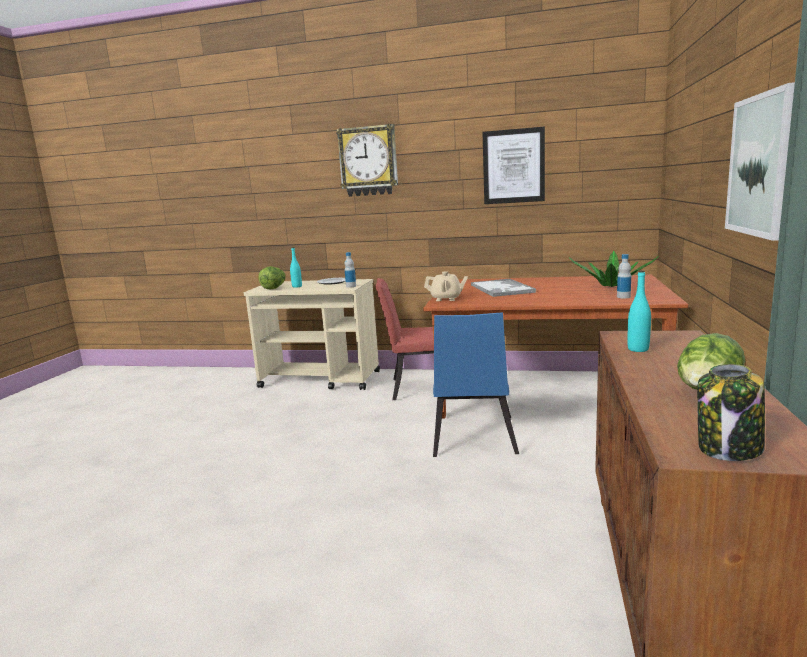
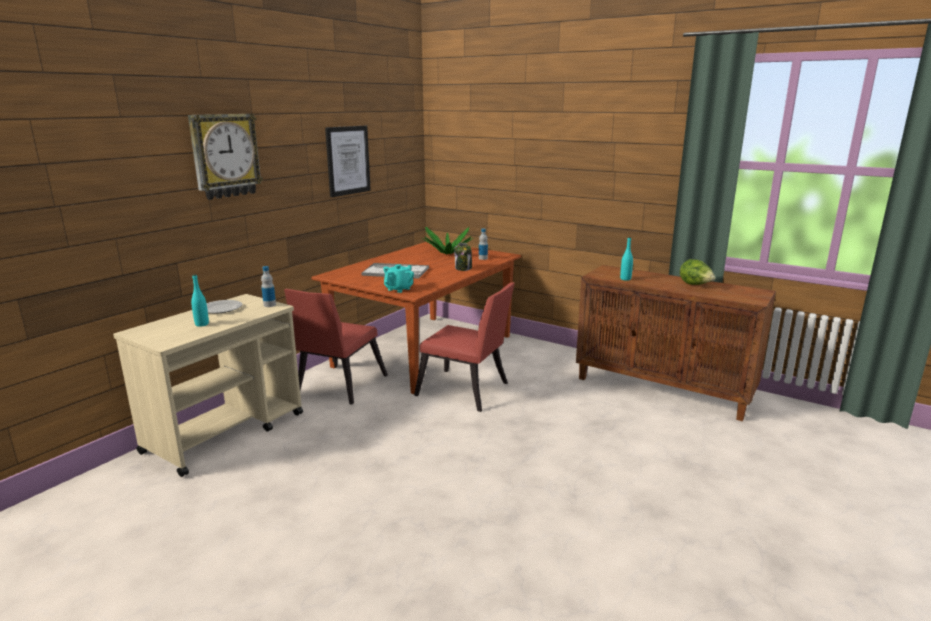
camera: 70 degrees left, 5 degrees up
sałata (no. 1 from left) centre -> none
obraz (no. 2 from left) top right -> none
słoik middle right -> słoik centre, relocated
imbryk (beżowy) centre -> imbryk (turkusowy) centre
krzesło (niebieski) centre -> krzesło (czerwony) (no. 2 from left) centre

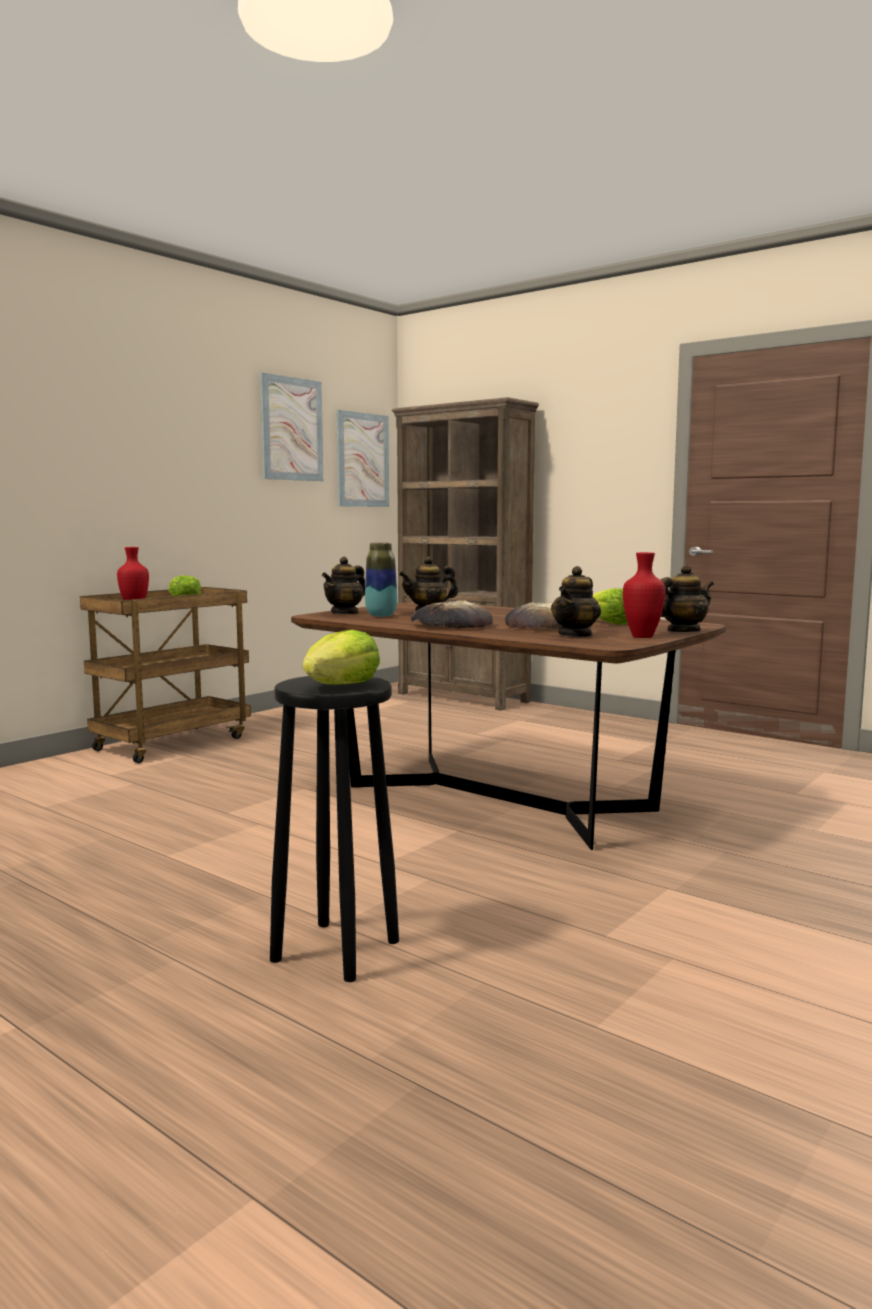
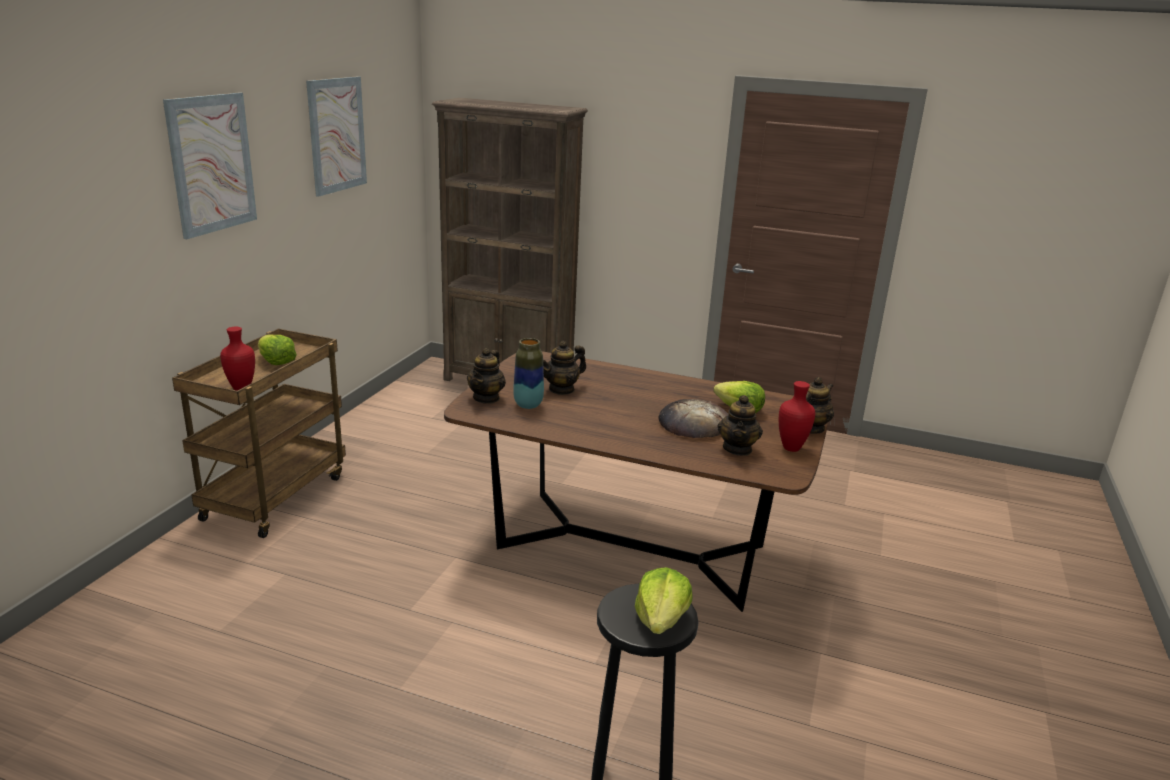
camera: 20 degrees left, 15 degrees up
chleb (no. 1 from left) centre -> none
obraz (no. 2 from left in the first image) centre -> obraz (no. 1 from left) top left, relocated

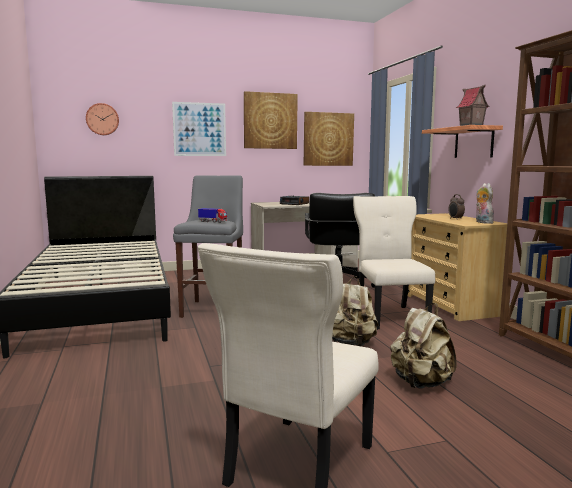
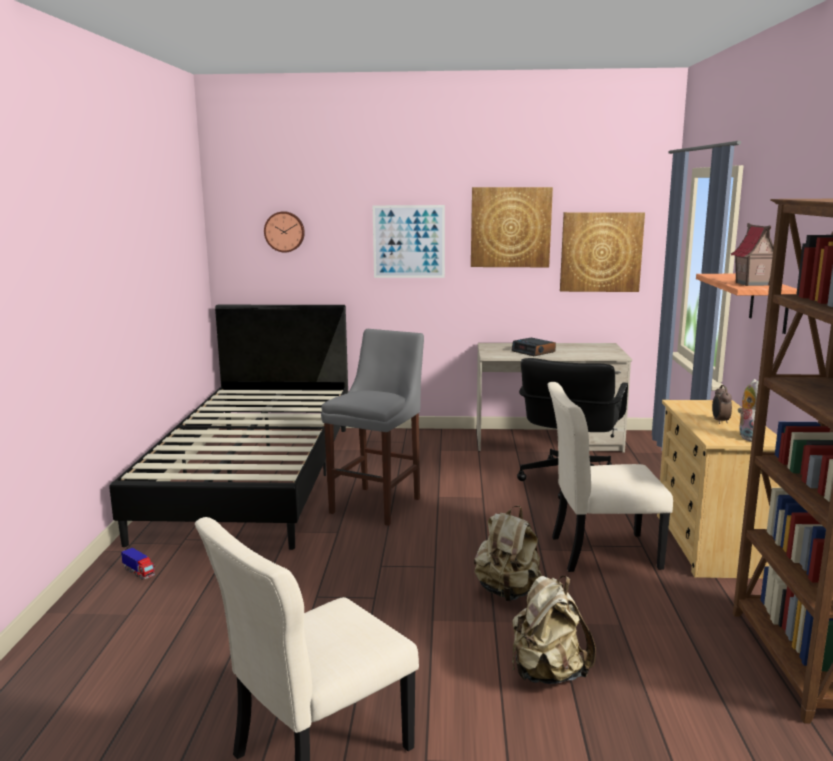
camera: 20 degrees right, 5 degrees up
ciężarówka zabawkowa centre -> ciężarówka zabawkowa bottom left, relocated
krzesło (beżowy) (no. 2 from left) middle right, 105 degrees counterclockwise

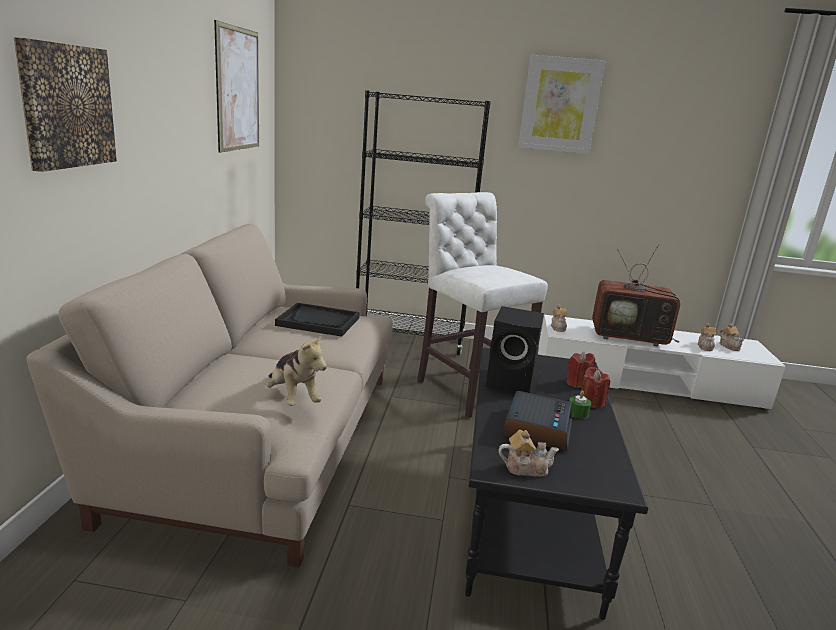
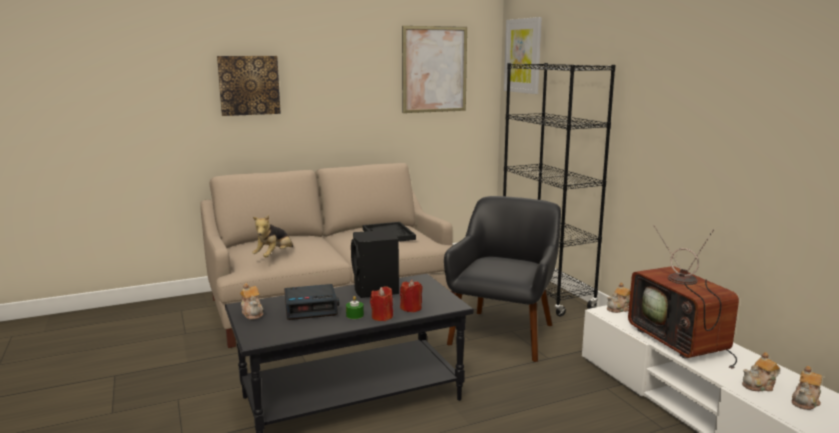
camera: 60 degrees right, 5 degrees down
obraz (no. 3 from left) top right -> obraz (no. 3 from left) top centre, relocated
stołek (biały) centre -> fotel (czarny) centre

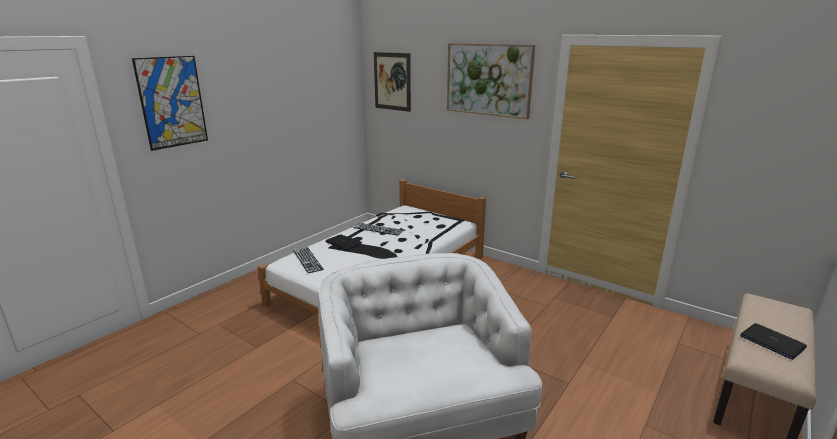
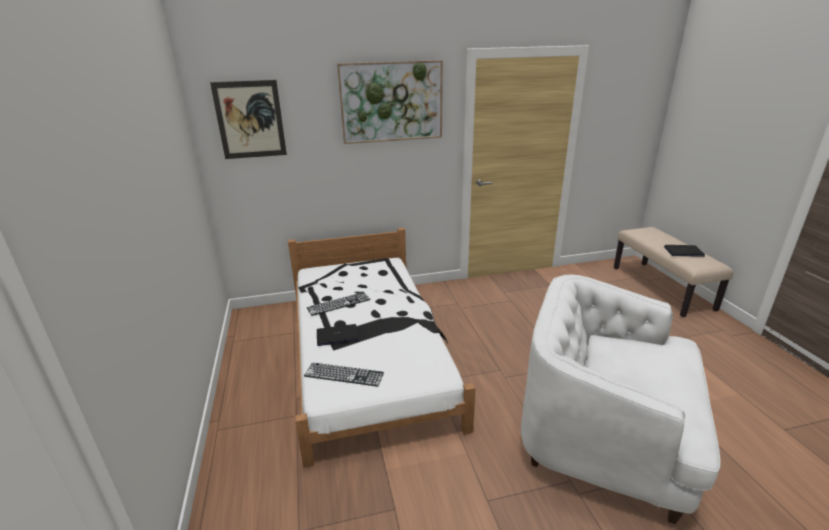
camera: 50 degrees left, 5 degrees up
obraz (no. 1 from left) top left -> none

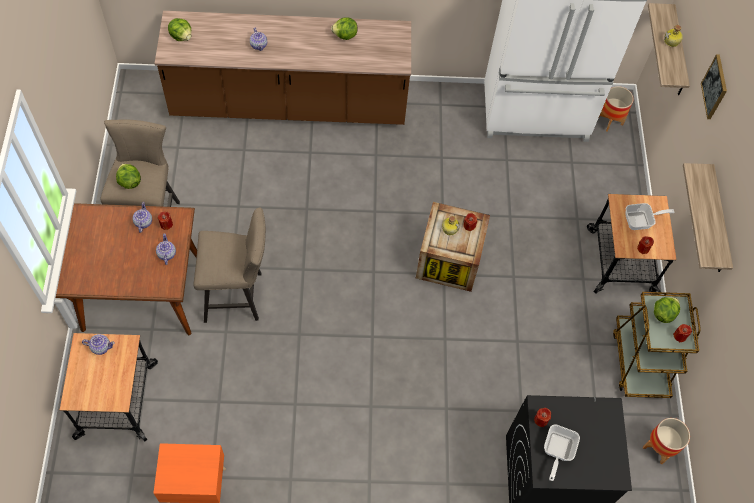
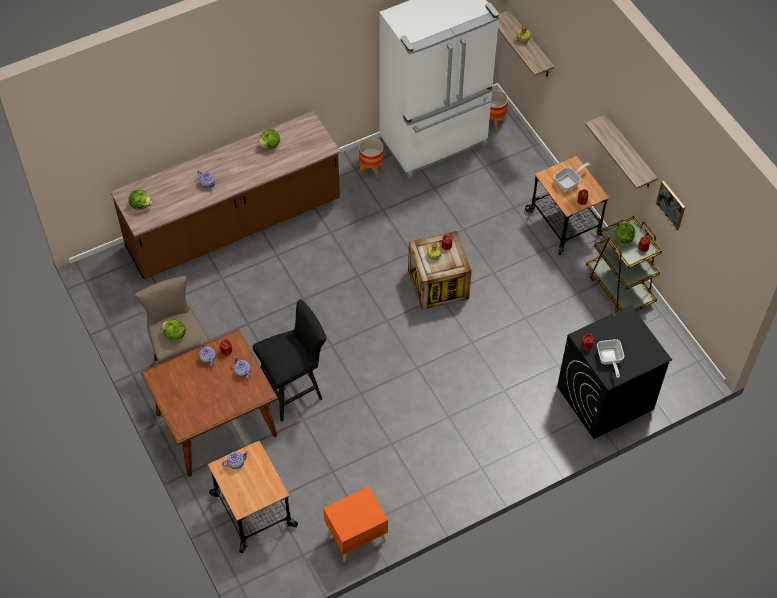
camera: 25 degrees left, 5 degrees down
donica (no. 2 from left in the first image) bottom right -> donica (no. 1 from left) top centre, relocated
obraz top right -> obraz middle right, relocated
stołek (beżowy) (no. 2 from left) middle left -> stołek (czarny) centre

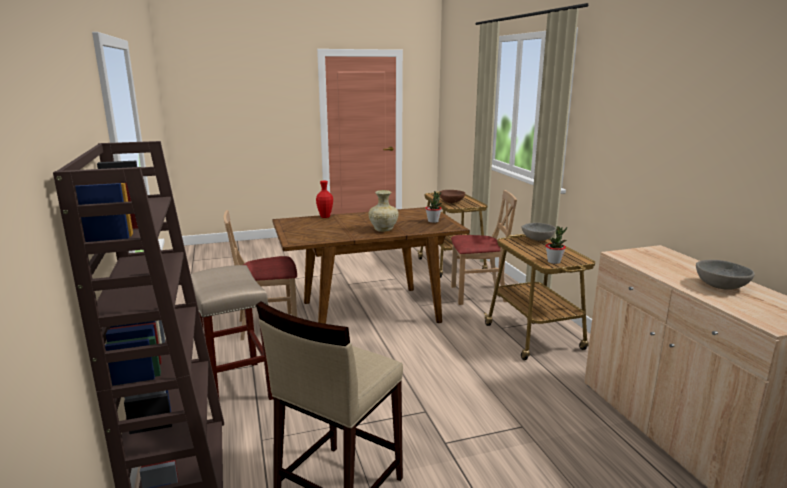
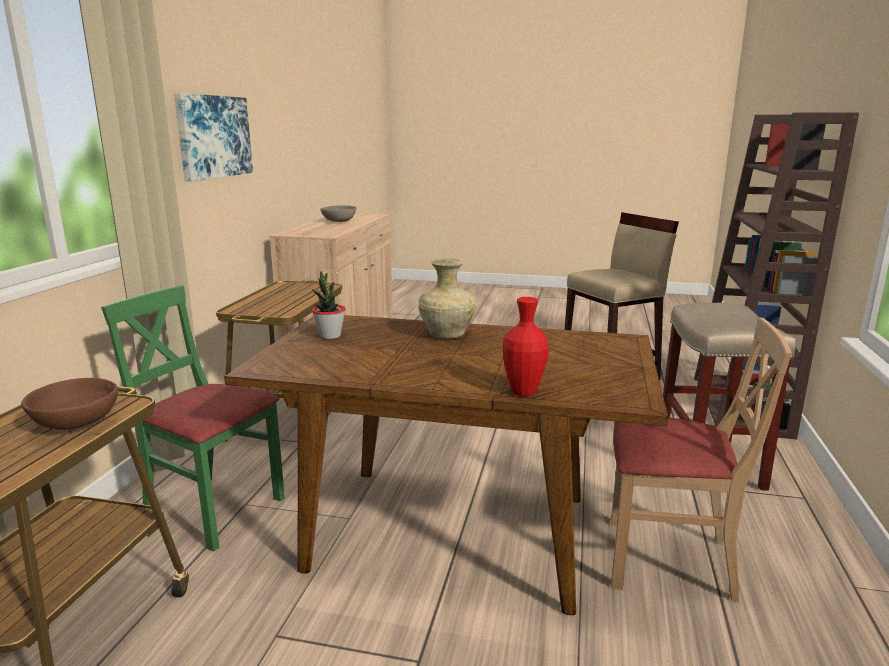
camera: 150 degrees left, 0 degrees up
miska (szary) (no. 1 from left) middle right -> none
roślina doniczkowa (no. 2 from left) middle right -> none
none -> obraz top left
krzesło (beżowy) (no. 2 from left) centre -> krzesło (zielony) middle left

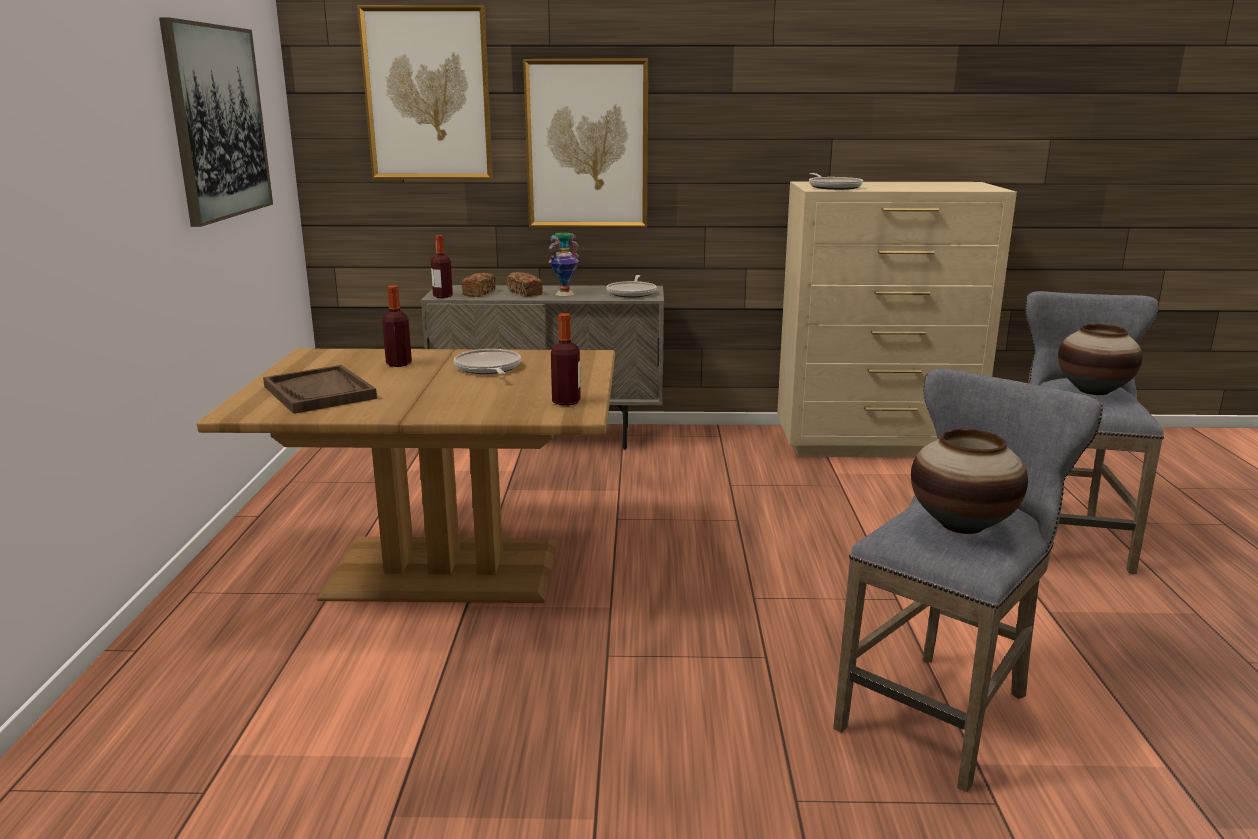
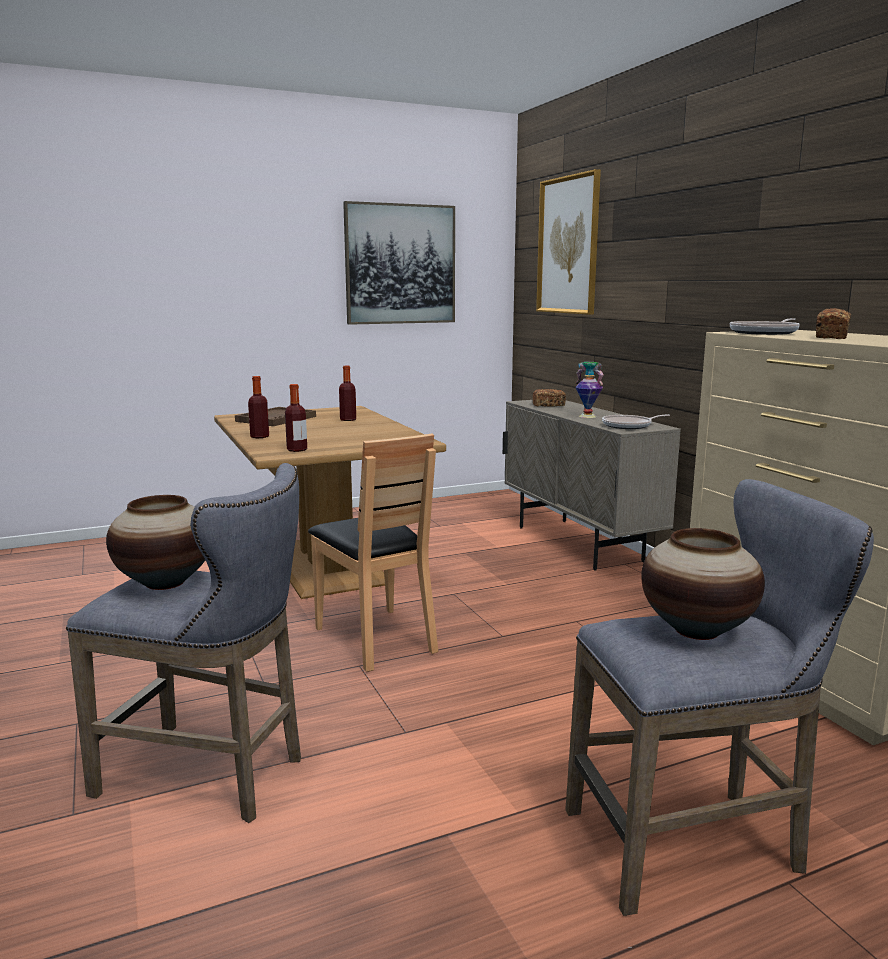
camera: 65 degrees right, 5 degrees down
patelnia (no. 1 from left) centre -> none
obraz (no. 3 from left) top centre -> none
none -> krzesło (brązowy) centre
butelka (no. 2 from left in the first image) top centre -> butelka (no. 1 from left) middle left, relocated
chleb (no. 2 from left) centre -> chleb (no. 2 from left) middle right, relocated

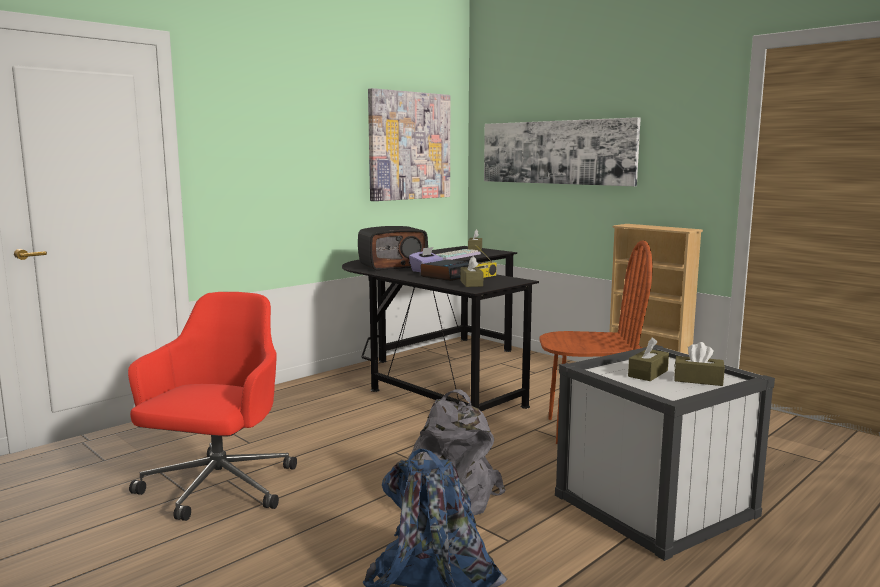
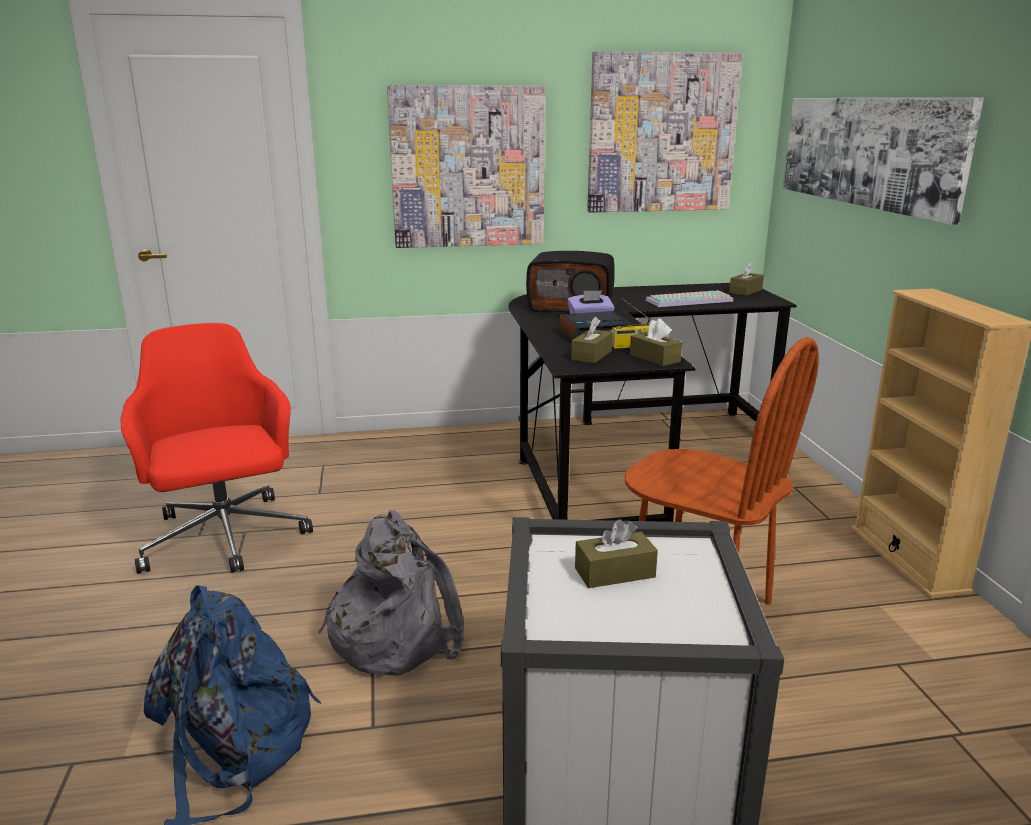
camera: 35 degrees right, 10 degrees up
none -> obraz (no. 1 from left) top centre
pudełko chusteczek (brązowy) (no. 4 from left in the first image) middle right -> pudełko chusteczek (brązowy) (no. 3 from left) centre, relocated
krzesło biurowe (czerwony) bottom left -> krzesło biurowe (czerwony) middle left, 75 degrees counterclockwise

